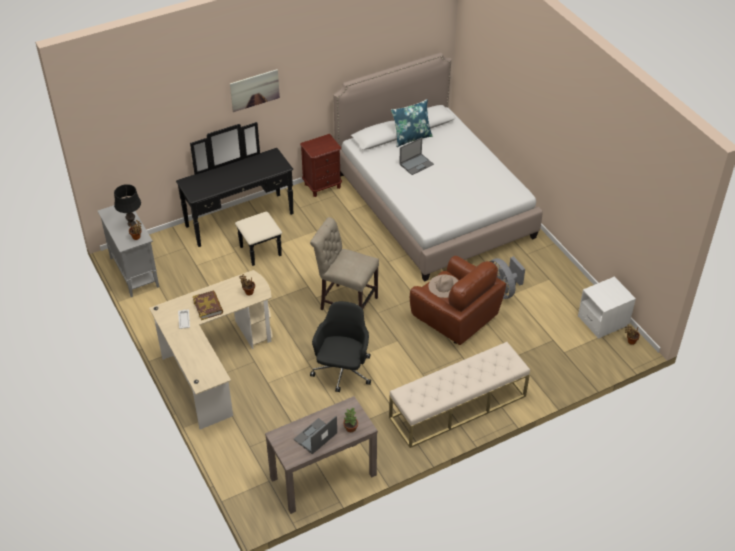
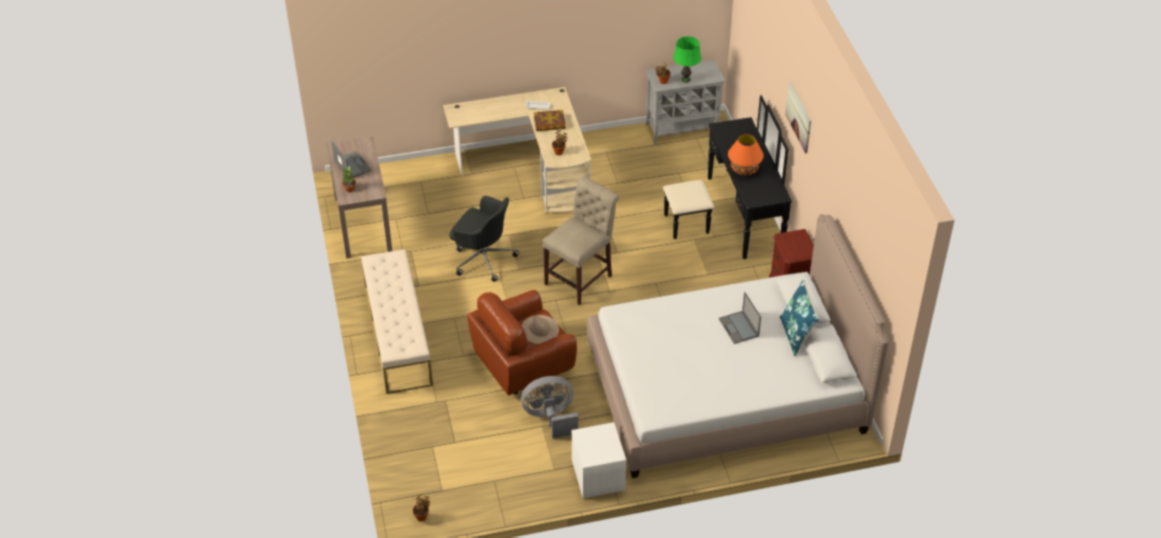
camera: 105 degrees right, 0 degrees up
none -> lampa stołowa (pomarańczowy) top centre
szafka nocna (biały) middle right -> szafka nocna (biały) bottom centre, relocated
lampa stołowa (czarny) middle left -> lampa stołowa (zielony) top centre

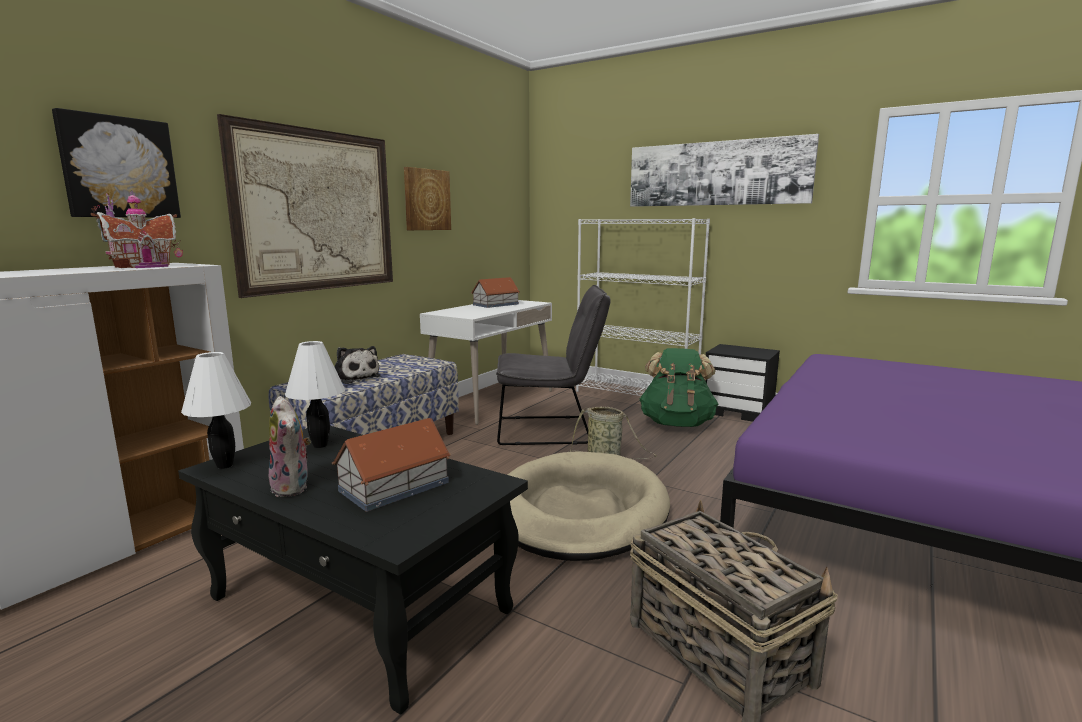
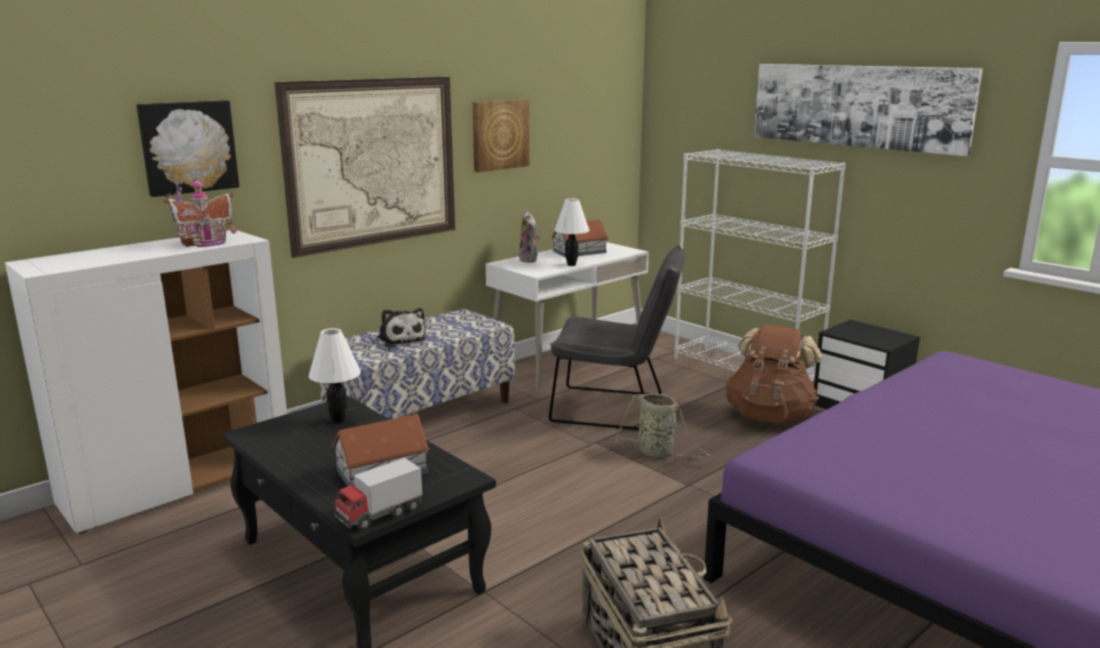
camera: 15 degrees right, 5 degrees up
legowisko (beżowy) bottom centre -> none
none -> ciężarówka zabawkowa bottom centre
lampa stołowa (biały) (no. 1 from left in the first image) middle left -> lampa stołowa (biały) (no. 2 from left) centre, relocated
pluszak (no. 1 from left in the first image) middle left -> pluszak (no. 2 from left) centre, relocated
plecak (zielony) centre -> plecak (brązowy) middle right

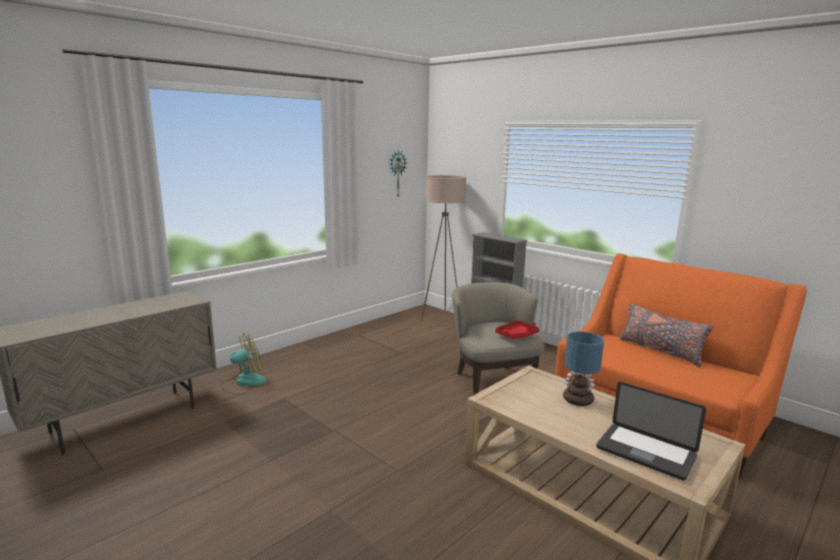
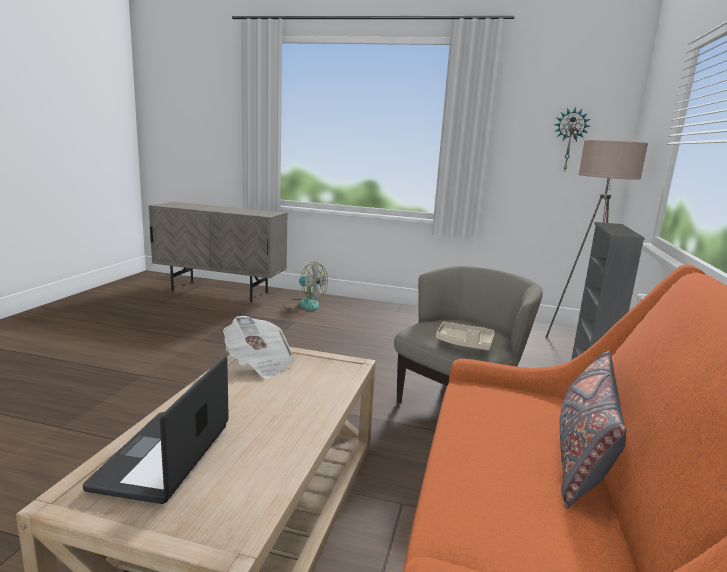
camera: 60 degrees right, 0 degrees up
lampa stołowa middle right -> none
none -> gazeta centre
taca (czerwony) centre -> taca (beżowy) centre

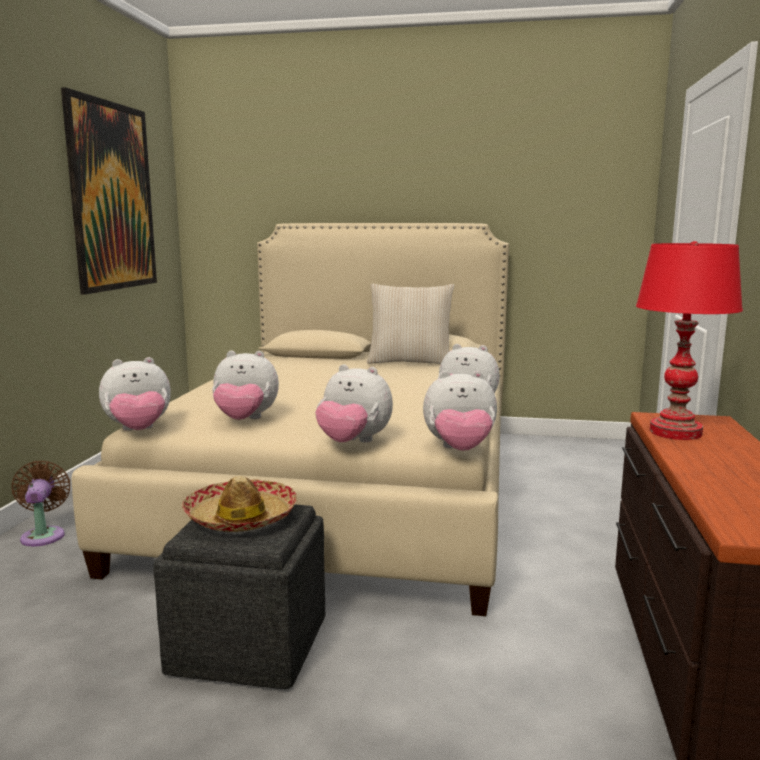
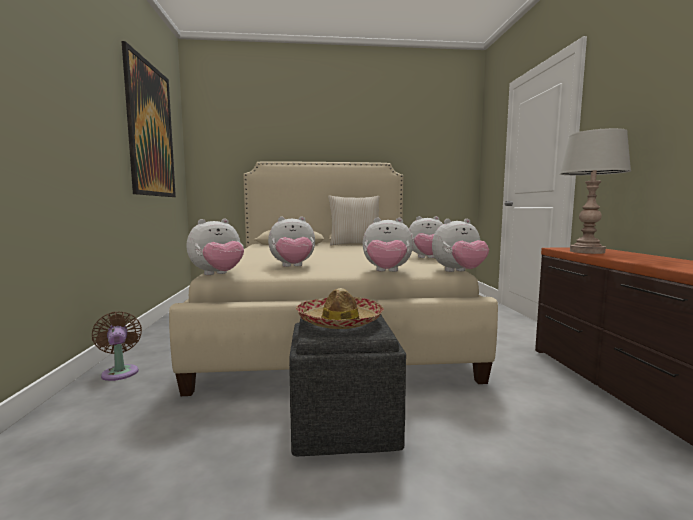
camera: 15 degrees left, 5 degrees down
lampa stołowa (czerwony) middle right -> lampa stołowa (szary) middle right

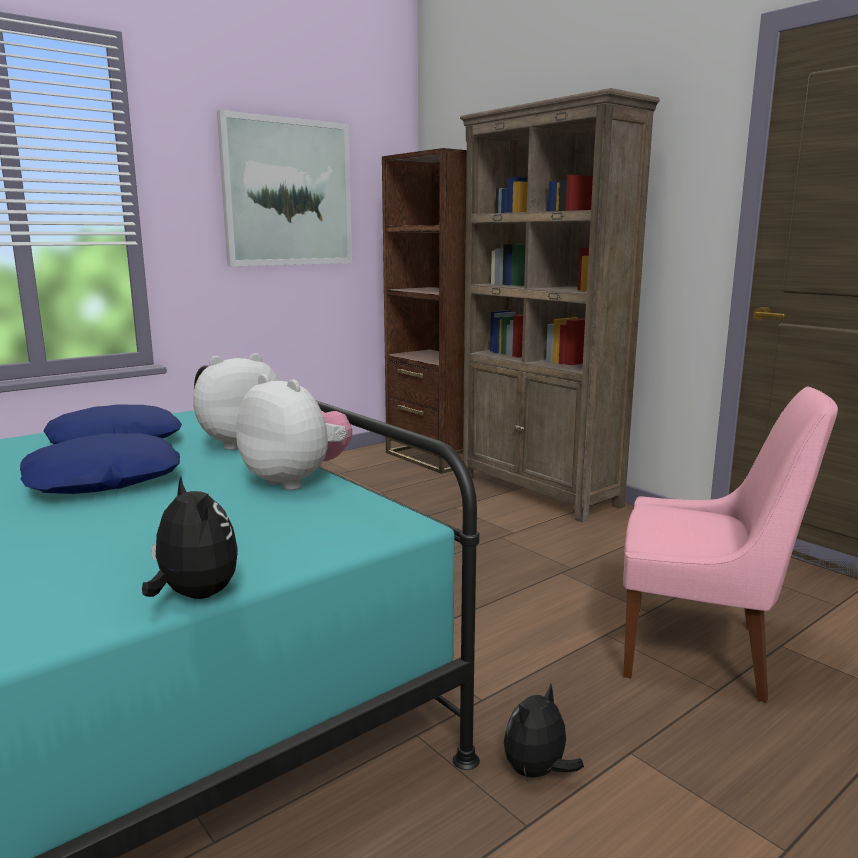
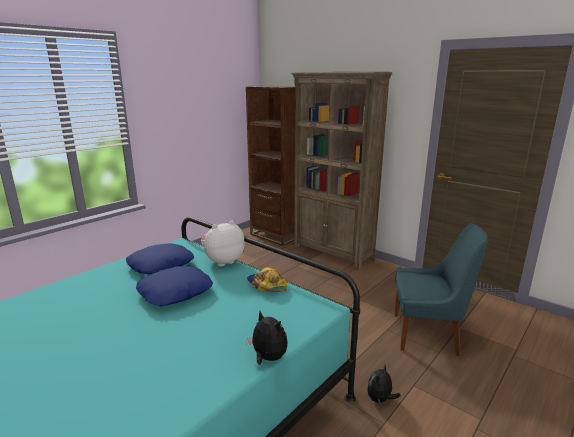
camera: 10 degrees left, 5 degrees up
obraz top left -> none
pluszak (no. 3 from left) centre -> czapka z daszkiem centre
krzesło (różowy) middle right -> krzesło (niebieski) middle right

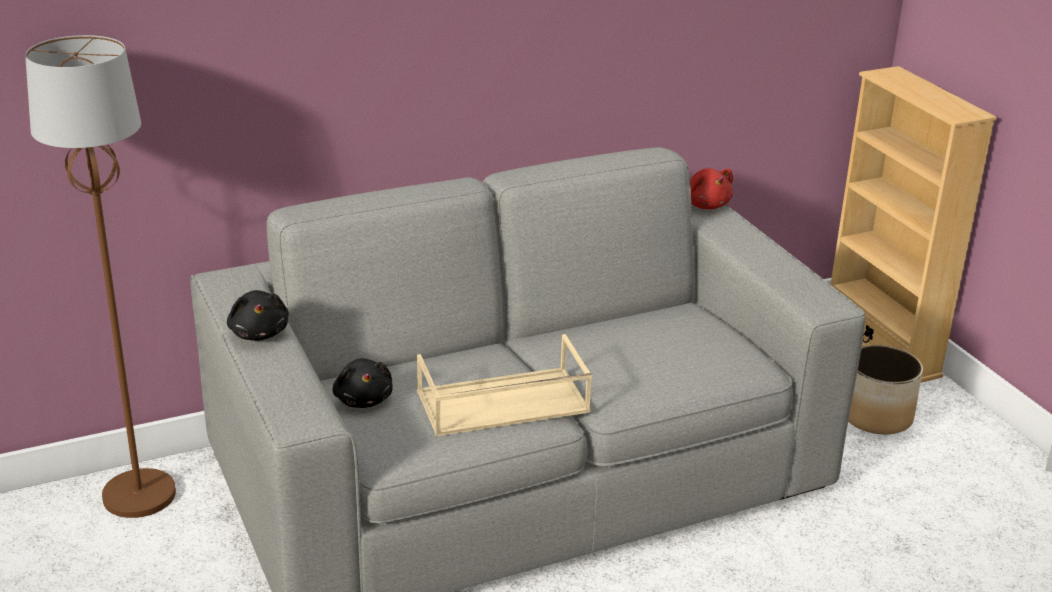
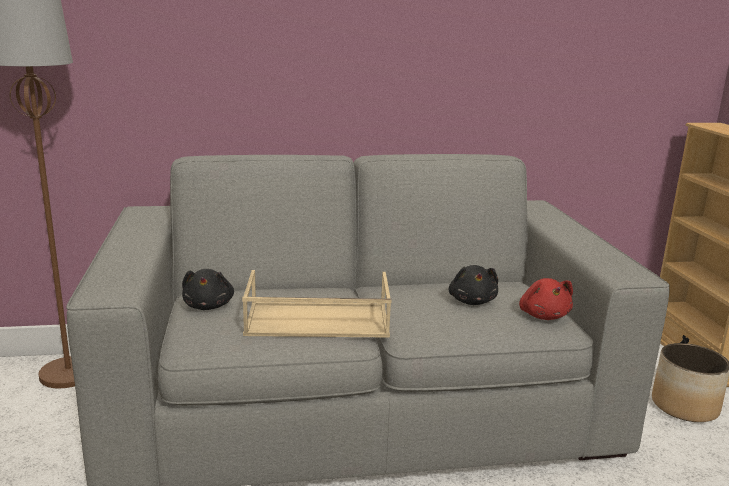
camera: 15 degrees right, 10 degrees down
pluszak (czarny) (no. 1 from left in the first image) middle left -> pluszak (czarny) (no. 2 from left) centre, relocated
pluszak (czerwony) top right -> pluszak (czerwony) middle right, relocated

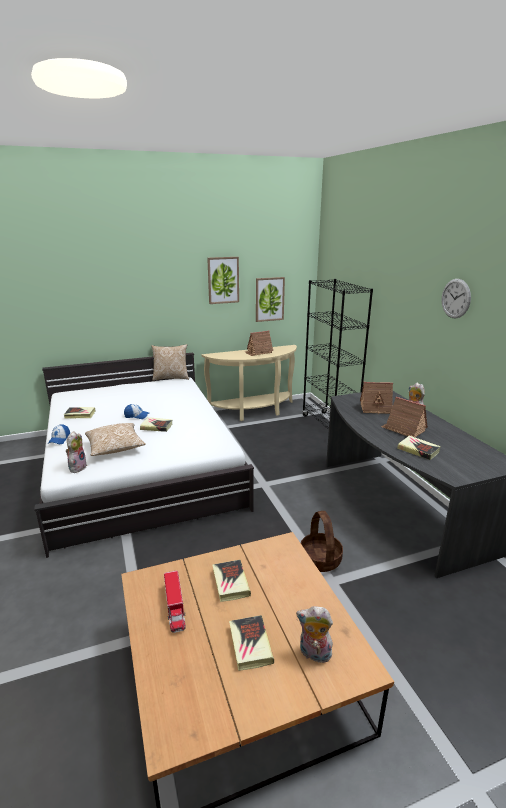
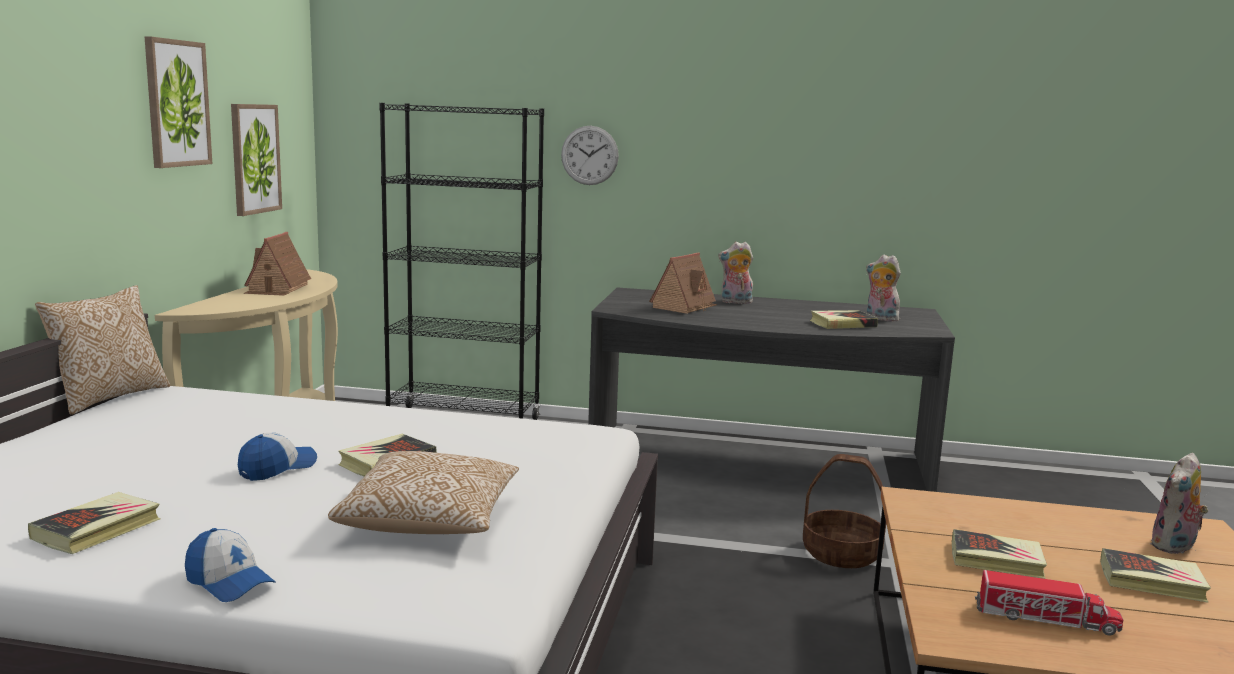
camera: 60 degrees left, 10 degrees down
domek (no. 3 from left) middle right -> none
pluszak (no. 1 from left in the first image) middle left -> pluszak (no. 2 from left) middle right, relocated
zegar ścienny middle right -> zegar ścienny top centre, relocated

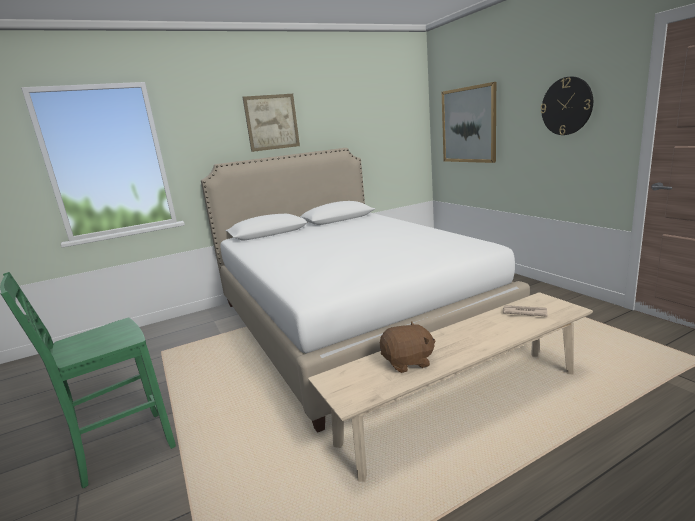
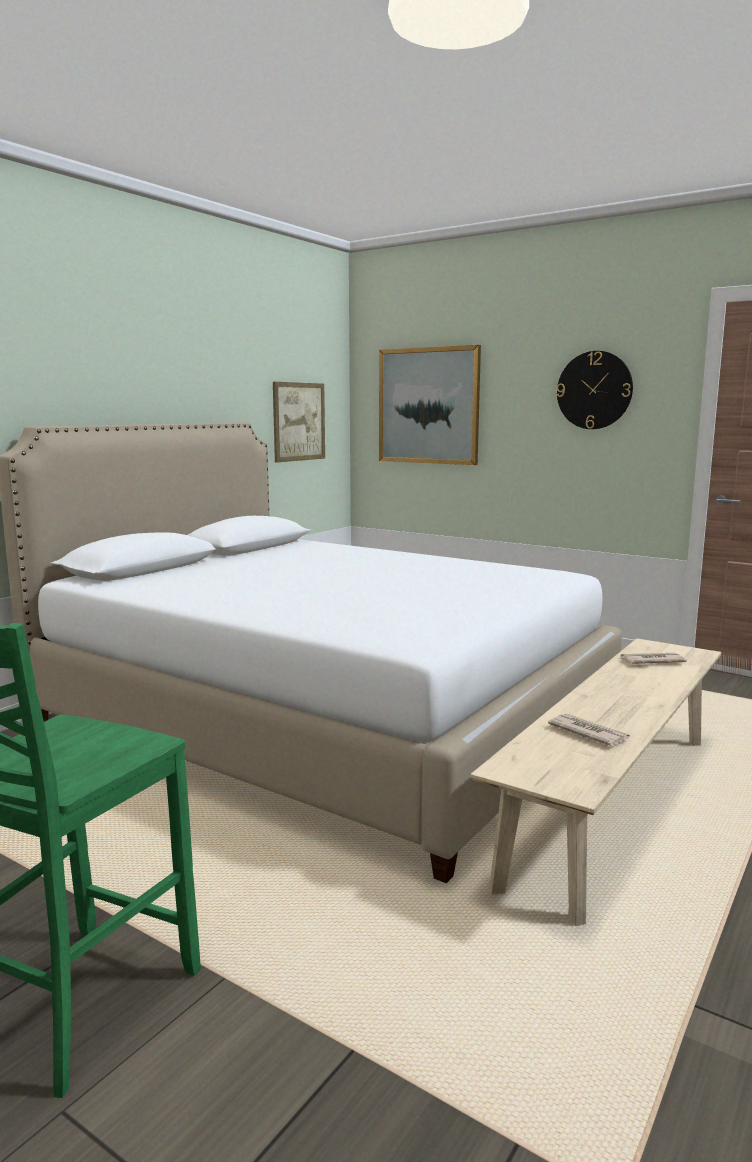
camera: 30 degrees left, 5 degrees down
obraz (no. 1 from left) top centre -> obraz (no. 1 from left) centre, relocated
pluszak (brązowy) centre -> gazeta (no. 1 from left) middle right

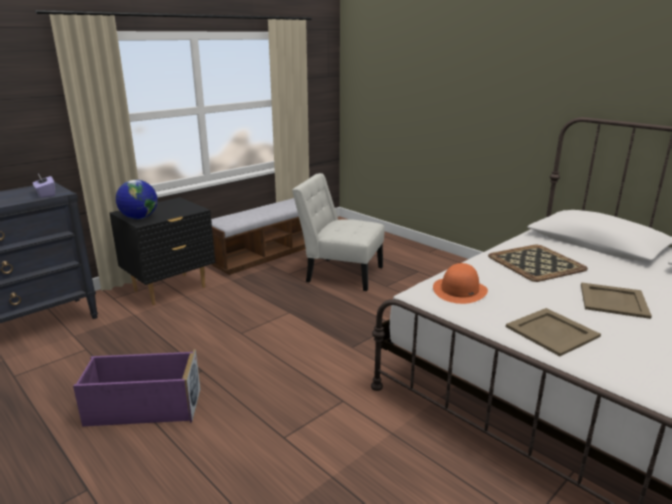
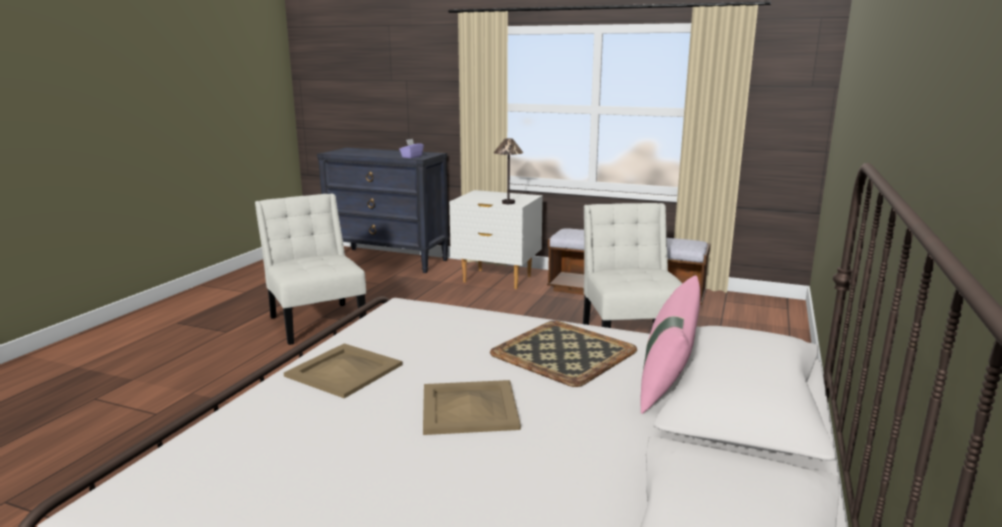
camera: 65 degrees right, 5 degrees down
globus middle left -> none
kapelusz (pomarańczowy) middle right -> none
none -> lampa stołowa top centre
none -> poduszka (różowy) middle right
pojemnik do przechowywania (fioletowy) bottom left -> krzesło (biały) (no. 1 from left) middle left
szafka nocna (czarny) middle left -> szafka nocna (biały) centre

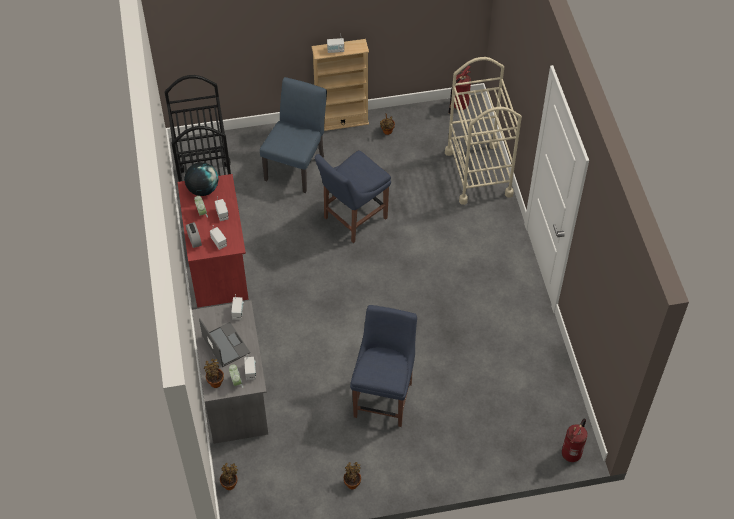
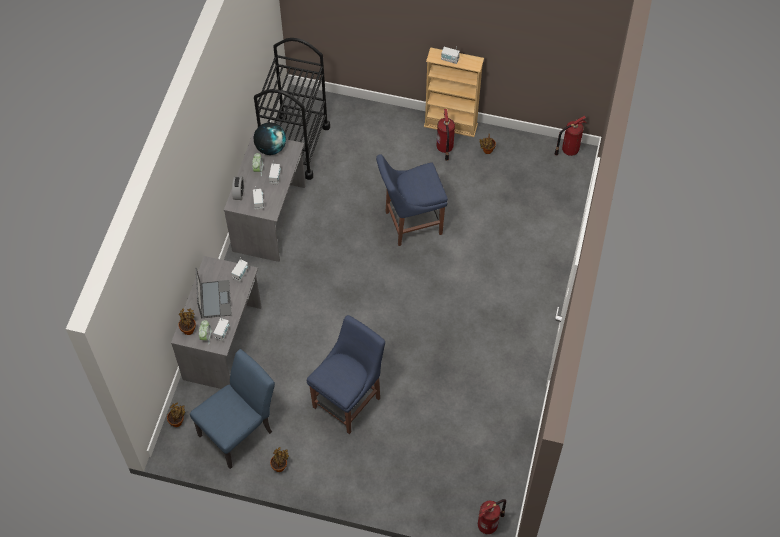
camera: 25 degrees right, 5 degrees up
wózek (beżowy) top centre -> none
none -> gaśnica (no. 1 from left) top centre
krzesło (niebieski) (no. 1 from left) top centre -> krzesło (niebieski) (no. 1 from left) bottom left, relocated
biurko (czerwony) middle left -> biurko (szary) (no. 2 from left) centre

